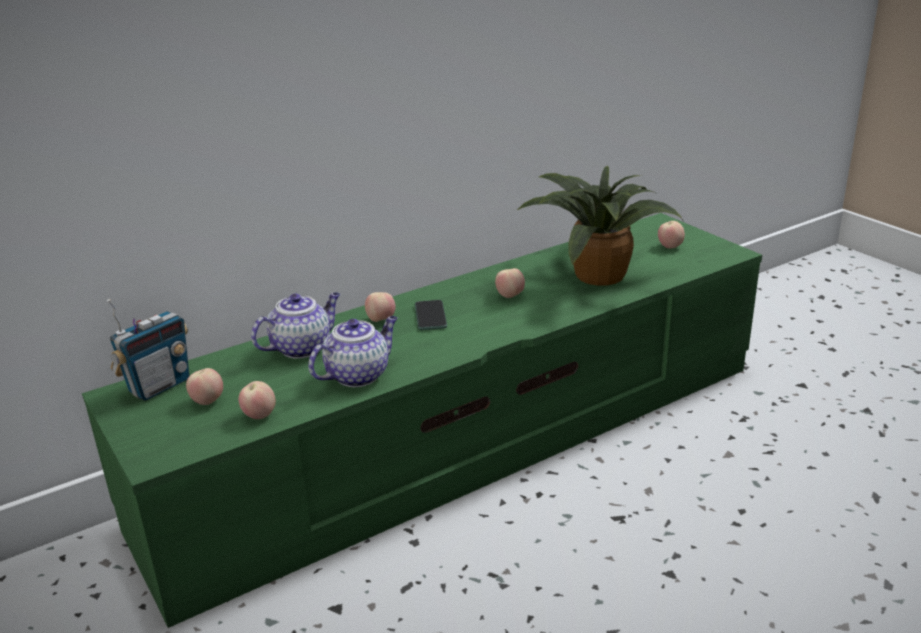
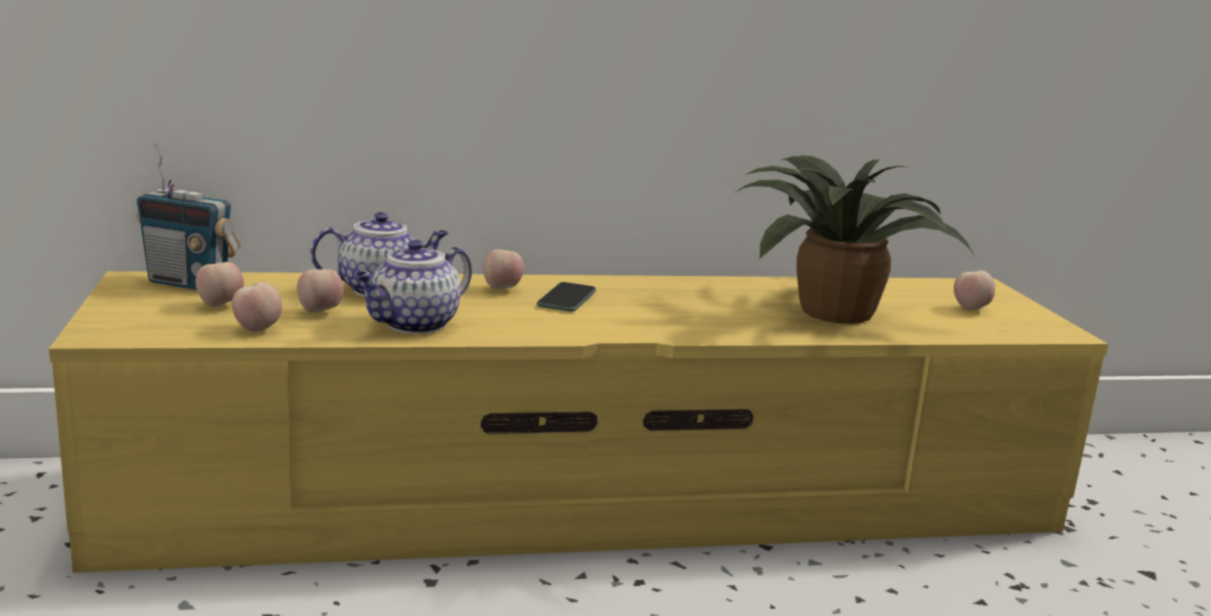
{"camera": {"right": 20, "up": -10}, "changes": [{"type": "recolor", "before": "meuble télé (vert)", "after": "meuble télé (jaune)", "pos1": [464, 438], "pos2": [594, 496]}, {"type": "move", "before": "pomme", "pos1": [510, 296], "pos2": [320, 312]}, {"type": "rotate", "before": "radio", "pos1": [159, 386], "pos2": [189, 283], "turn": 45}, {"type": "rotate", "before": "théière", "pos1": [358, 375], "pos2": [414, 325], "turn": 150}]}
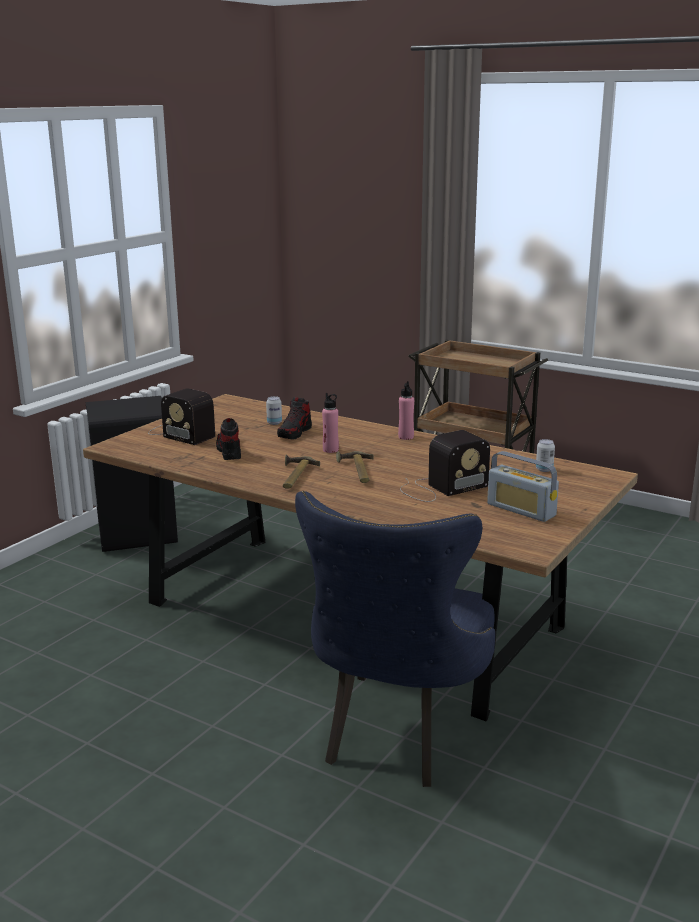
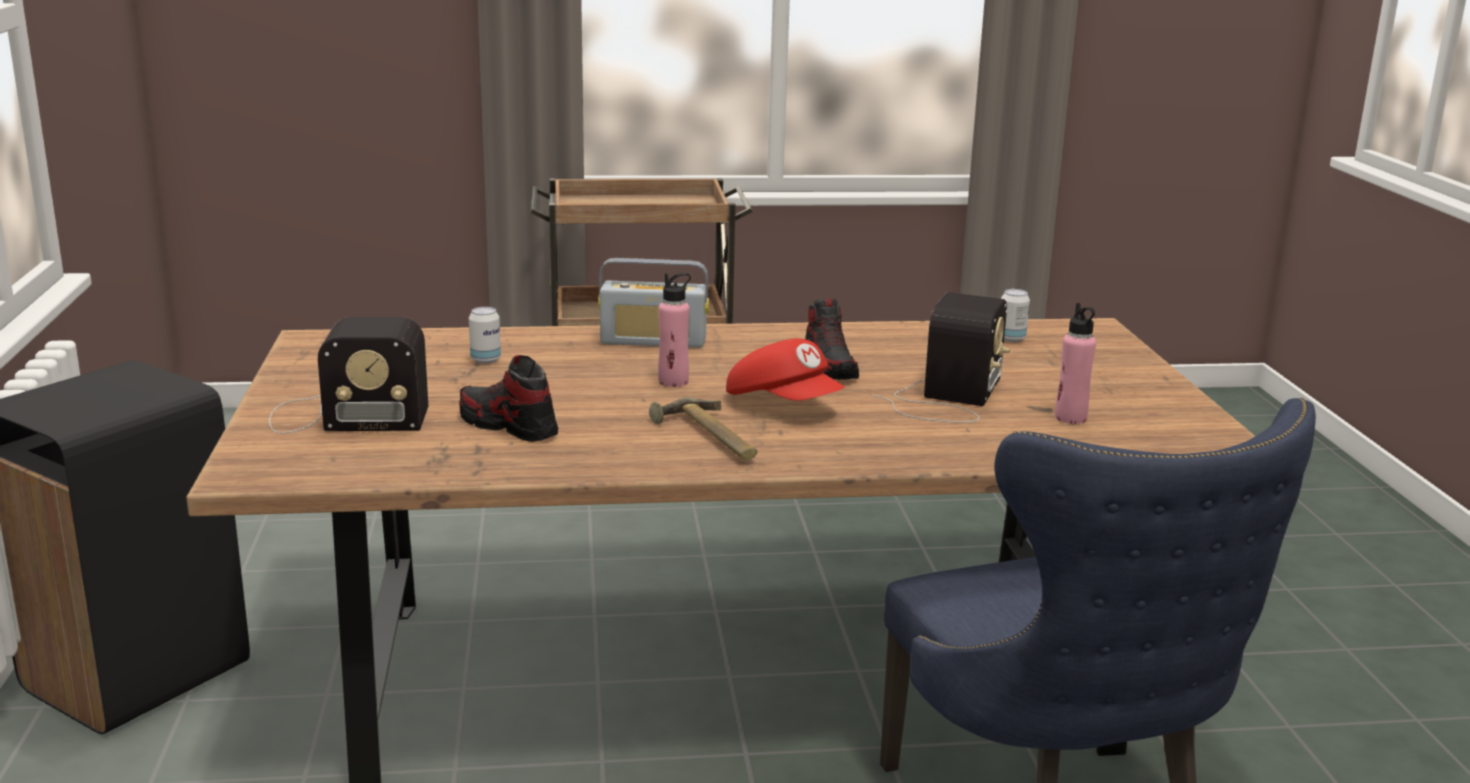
{"camera": {"right": -40, "up": 0}, "changes": [{"type": "move", "before": "bouteille (rose)", "pos1": [406, 437], "pos2": [1070, 418]}, {"type": "move", "before": "chaussure", "pos1": [295, 433], "pos2": [829, 368]}, {"type": "replace", "before": "marteau", "after": "casquette (rouge)", "pos1": [356, 471], "pos2": [784, 404]}, {"type": "move", "before": "radio", "pos1": [521, 510], "pos2": [653, 341]}]}
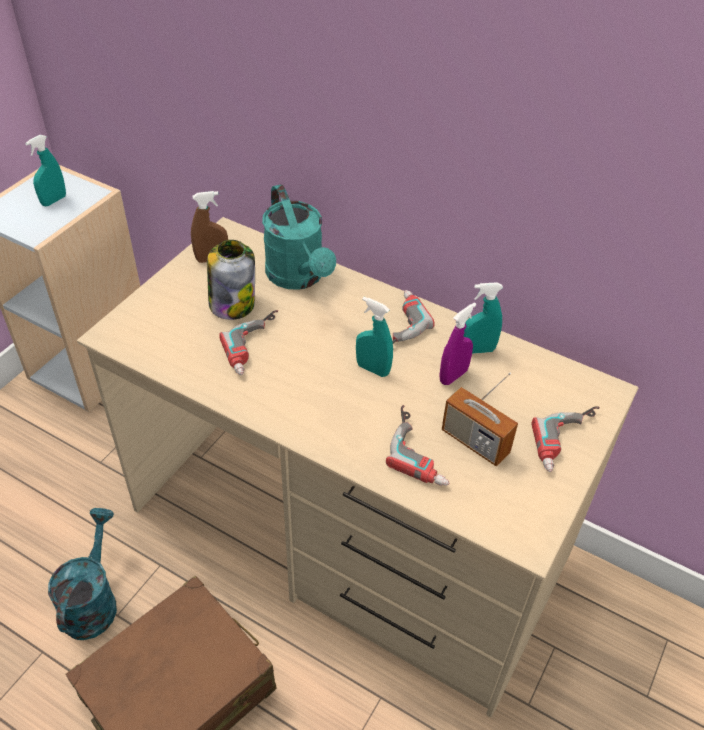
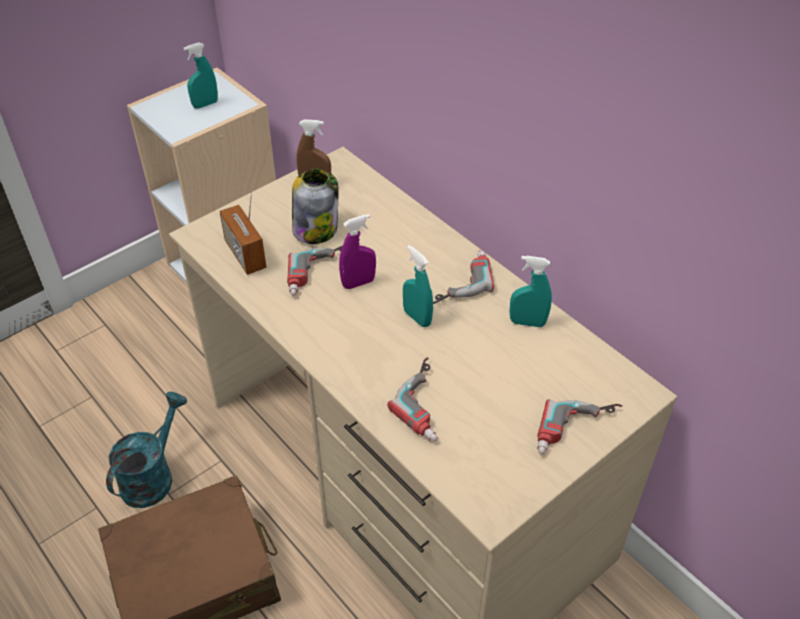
{"camera": {"right": 20, "up": 0}, "changes": [{"type": "delete", "before": "arrosoir (turquoise)", "pos1": [299, 277]}, {"type": "move", "before": "vaporisateur (violet)", "pos1": [453, 376], "pos2": [358, 283]}, {"type": "move", "before": "radio", "pos1": [475, 442], "pos2": [245, 255]}]}
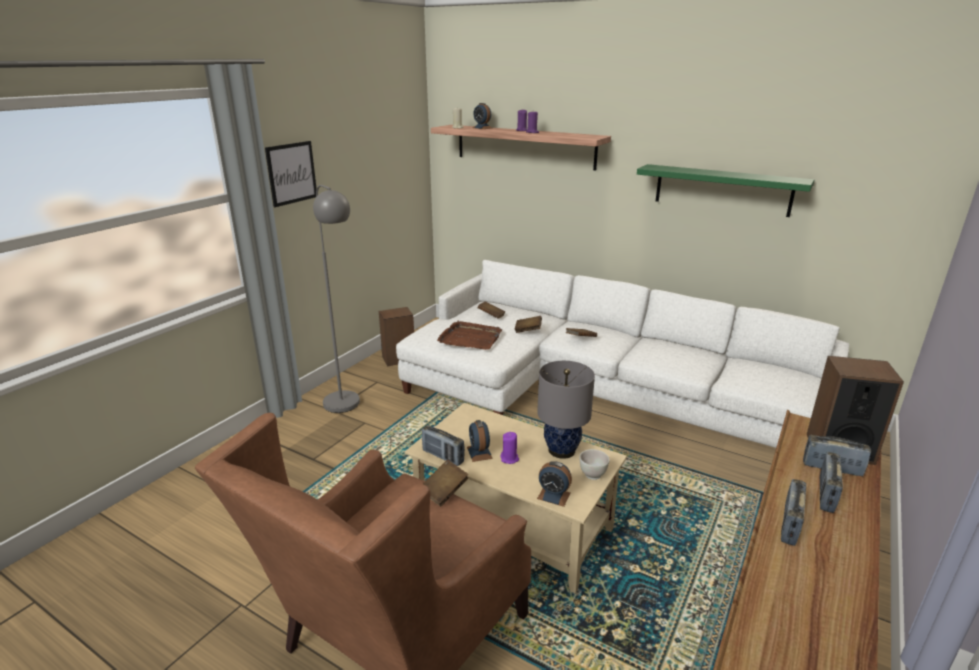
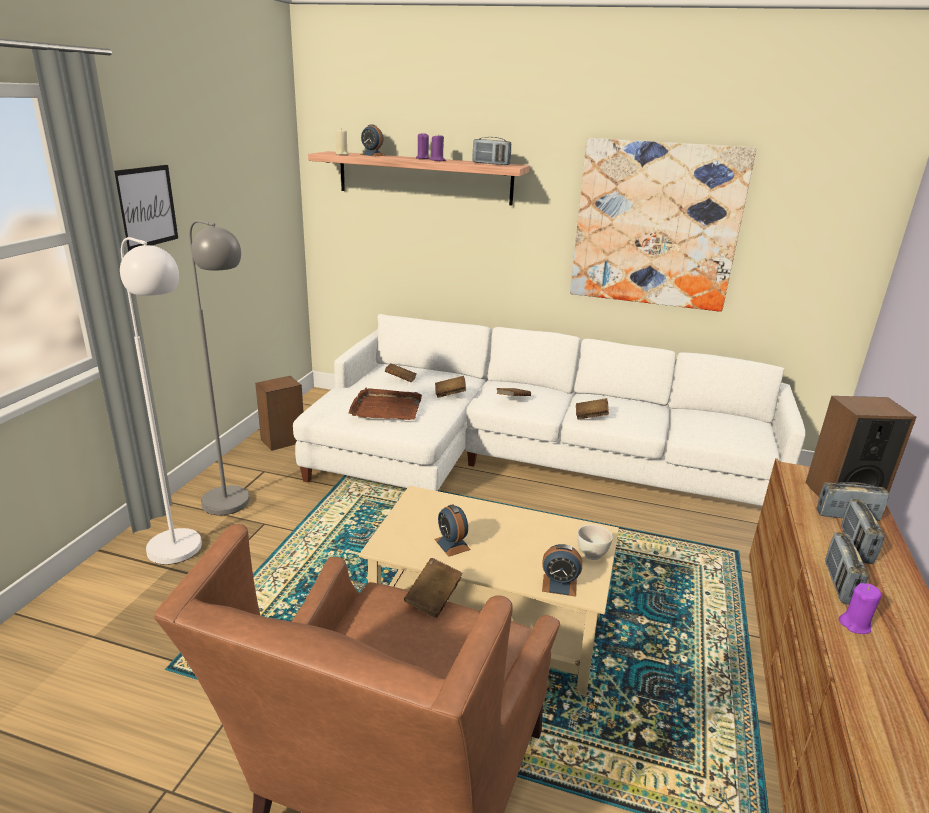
{"camera": {"right": -15, "up": 0}, "changes": [{"type": "replace", "before": "étagère (vert)", "after": "tableau", "pos1": [722, 190], "pos2": [656, 225]}, {"type": "delete", "before": "lampe de table (gris)", "pos1": [561, 450]}, {"type": "move", "before": "radio", "pos1": [443, 456], "pos2": [491, 164]}, {"type": "move", "before": "bougie (violet)", "pos1": [509, 459], "pos2": [855, 624]}, {"type": "insert", "after": "lampadaire (blanc)", "pos2": [184, 555]}, {"type": "insert", "after": "livre (marron)", "pos2": [591, 416]}]}
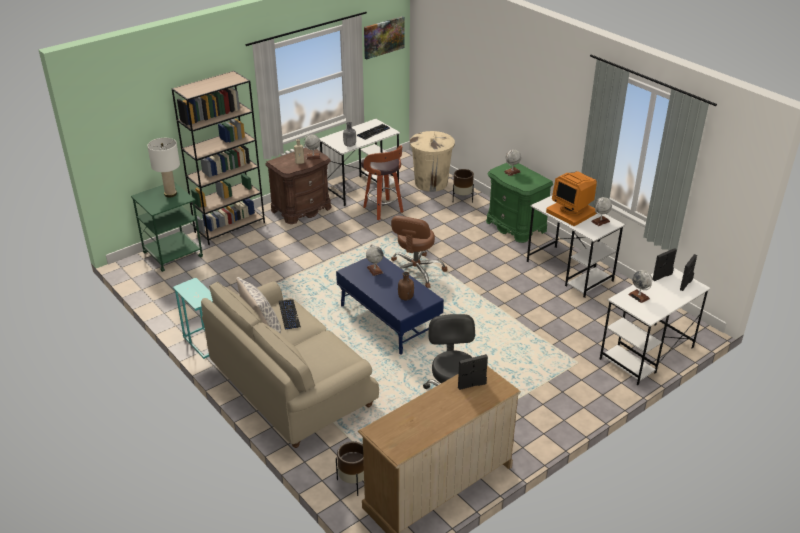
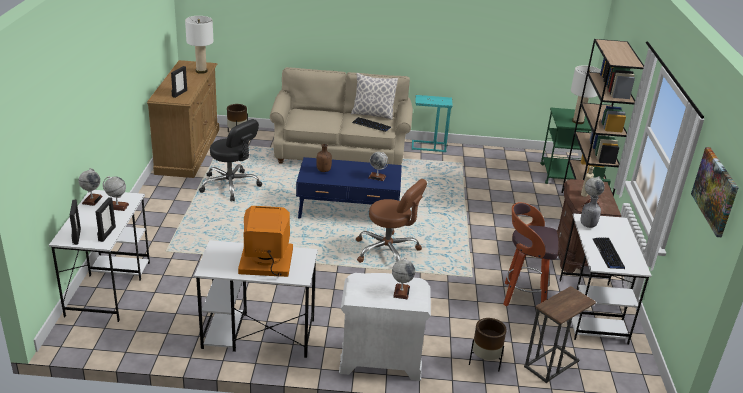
{"camera": {"right": 130, "up": -5}, "changes": [{"type": "replace", "before": "poubelle (beige)", "after": "table d'appoint (marron)", "pos1": [431, 183], "pos2": [551, 364]}, {"type": "recolor", "before": "table de chevet (vert)", "after": "table de chevet (blanc)", "pos1": [514, 227], "pos2": [380, 358]}, {"type": "move", "before": "globe", "pos1": [600, 221], "pos2": [92, 200]}, {"type": "rotate", "before": "chaise de bureau (marron)", "pos1": [414, 273], "pos2": [389, 252], "turn": 150}, {"type": "insert", "after": "lampe de table (blanc)", "pos2": [201, 71]}]}
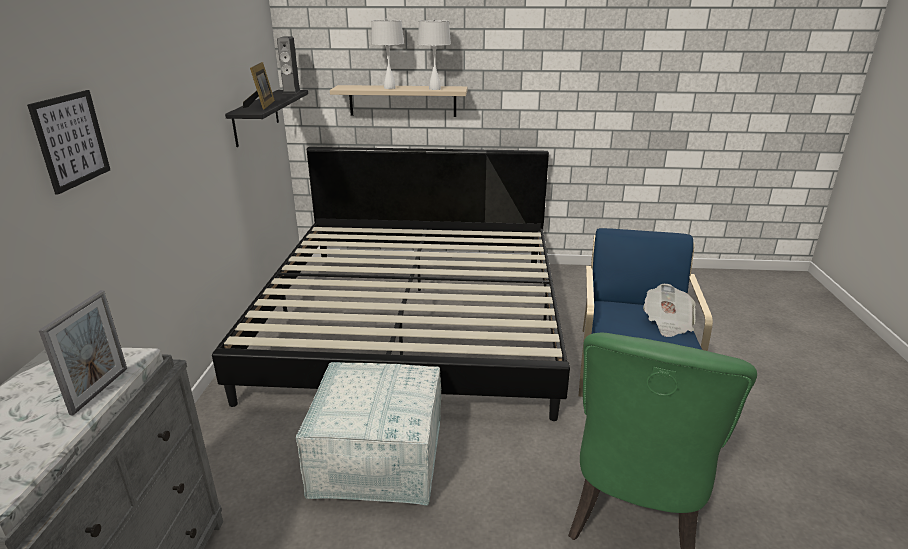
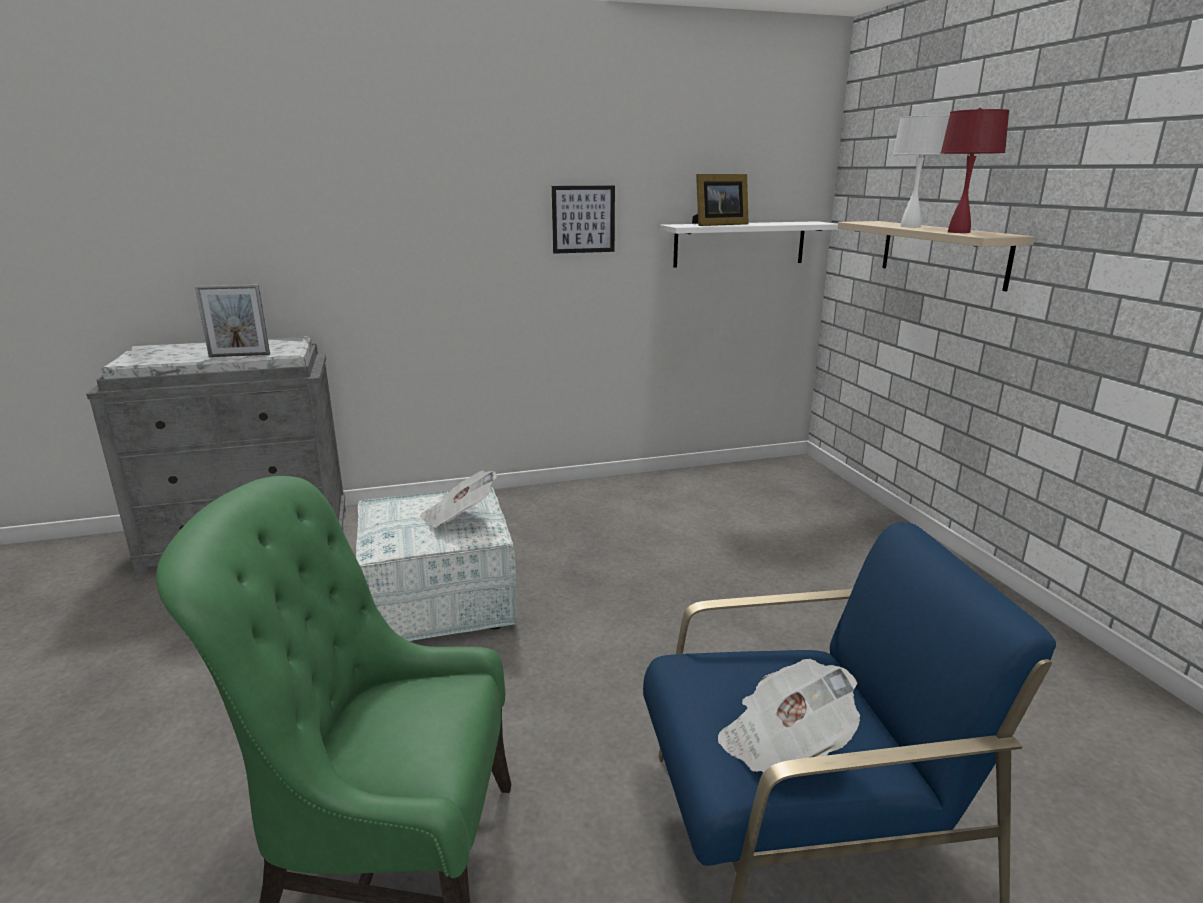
{"camera": {"right": 70, "up": -5}, "changes": [{"type": "recolor", "before": "lampe de table (blanc)", "after": "lampe de table (rouge)", "pos1": [434, 89], "pos2": [959, 232]}, {"type": "delete", "before": "enceinte", "pos1": [291, 92]}, {"type": "move", "before": "tableau", "pos1": [71, 140], "pos2": [583, 219]}, {"type": "recolor", "before": "étagère (noir)", "after": "étagère (blanc)", "pos1": [256, 117], "pos2": [739, 244]}, {"type": "delete", "before": "lit", "pos1": [414, 321]}, {"type": "insert", "after": "journal", "pos2": [459, 517]}]}
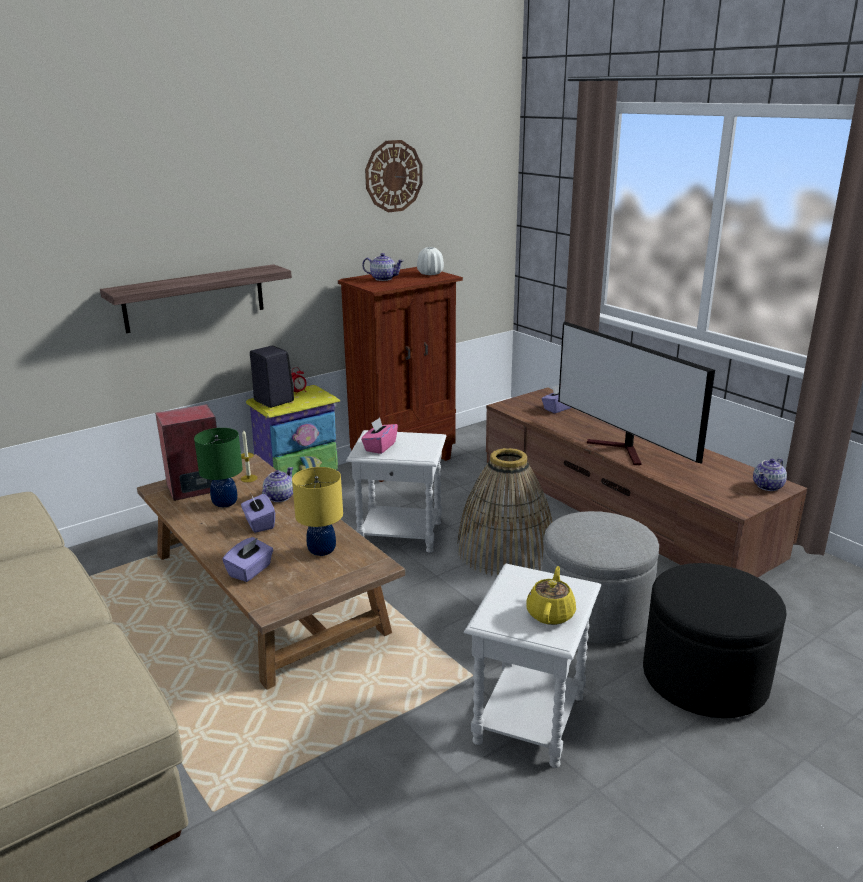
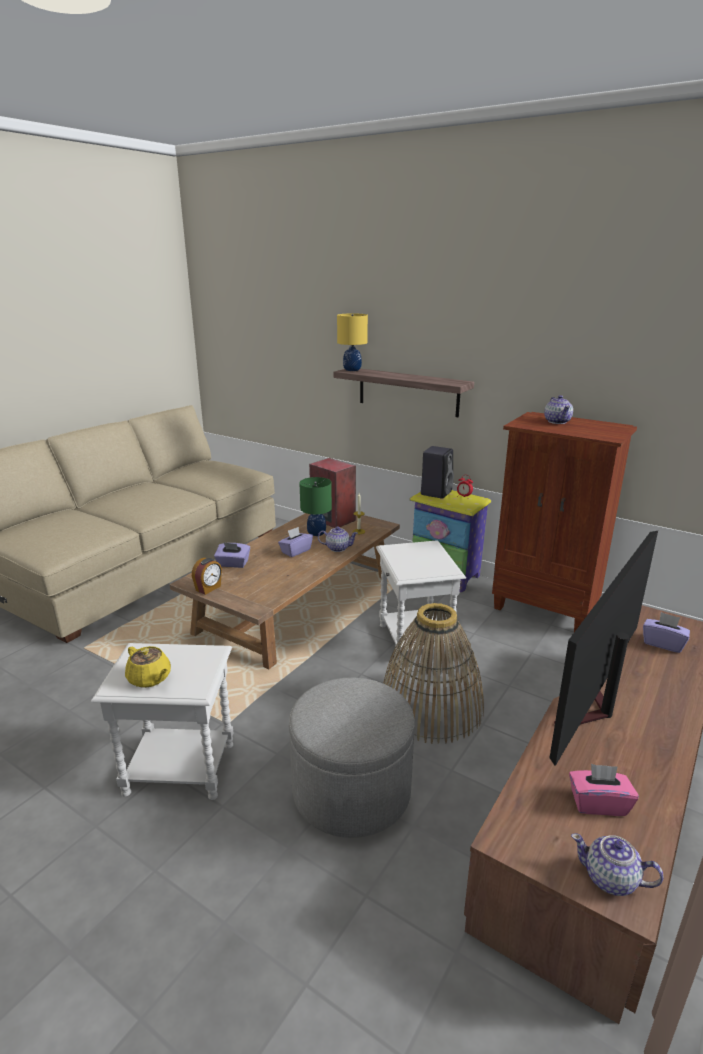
{"camera": {"right": 70, "up": 0}, "changes": [{"type": "delete", "before": "horloge murale", "pos1": [393, 176]}, {"type": "delete", "before": "vase (blanc)", "pos1": [430, 273]}, {"type": "move", "before": "boîte à mouchoirs (rose)", "pos1": [379, 447], "pos2": [598, 803]}, {"type": "move", "before": "lampe de table (jaune)", "pos1": [322, 552], "pos2": [351, 370]}, {"type": "delete", "before": "pouf (noir)", "pos1": [704, 678]}, {"type": "rotate", "before": "théière (jaune)", "pos1": [550, 613], "pos2": [150, 678], "turn": 45}, {"type": "insert", "after": "réveil", "pos2": [208, 588]}]}
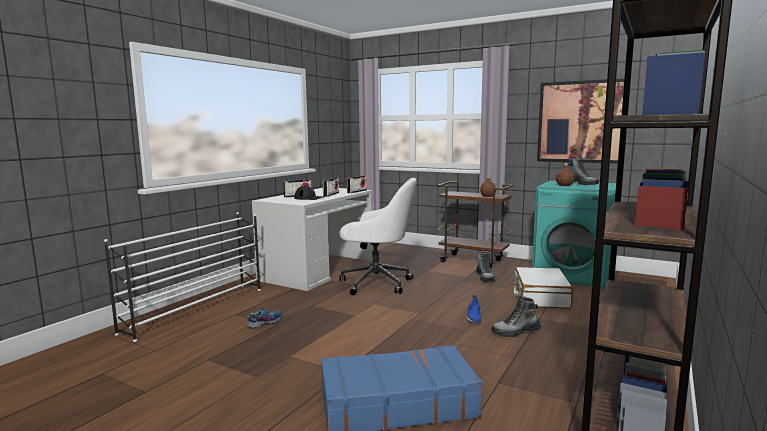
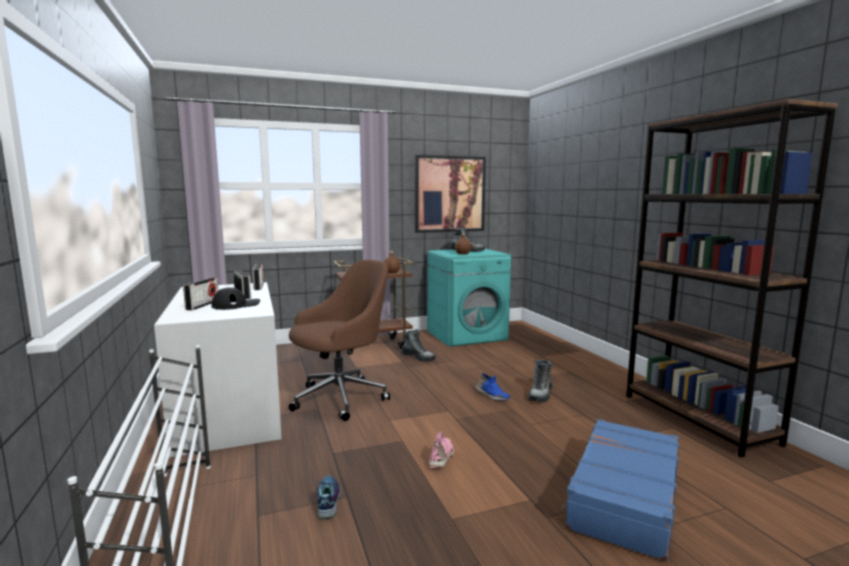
{"camera": {"right": -50, "up": 0}, "changes": [{"type": "recolor", "before": "chaise de bureau (blanc)", "after": "chaise de bureau (marron)", "pos1": [377, 283], "pos2": [340, 398]}, {"type": "delete", "before": "valise (blanc)", "pos1": [540, 297]}, {"type": "insert", "after": "chaussure (rose)", "pos2": [442, 458]}]}
